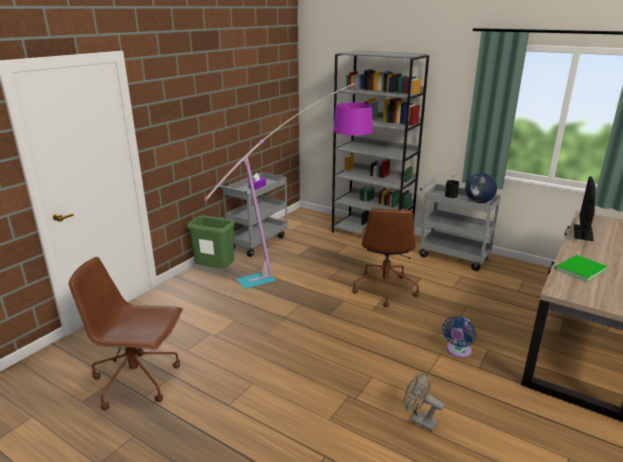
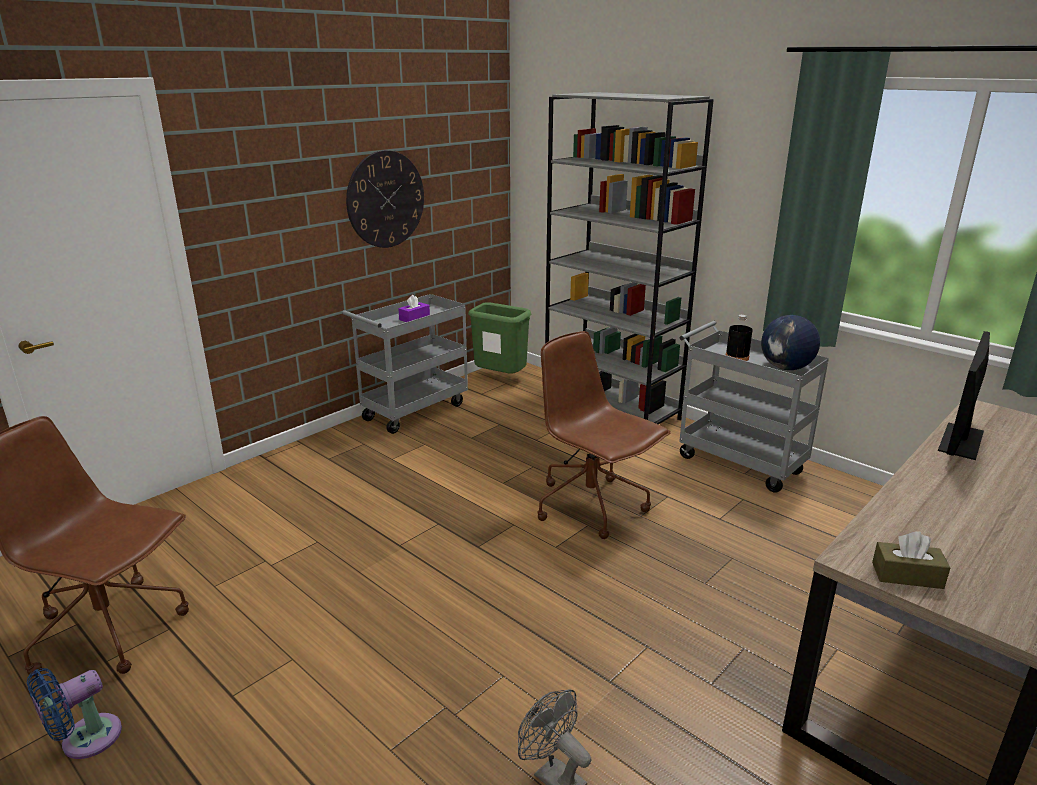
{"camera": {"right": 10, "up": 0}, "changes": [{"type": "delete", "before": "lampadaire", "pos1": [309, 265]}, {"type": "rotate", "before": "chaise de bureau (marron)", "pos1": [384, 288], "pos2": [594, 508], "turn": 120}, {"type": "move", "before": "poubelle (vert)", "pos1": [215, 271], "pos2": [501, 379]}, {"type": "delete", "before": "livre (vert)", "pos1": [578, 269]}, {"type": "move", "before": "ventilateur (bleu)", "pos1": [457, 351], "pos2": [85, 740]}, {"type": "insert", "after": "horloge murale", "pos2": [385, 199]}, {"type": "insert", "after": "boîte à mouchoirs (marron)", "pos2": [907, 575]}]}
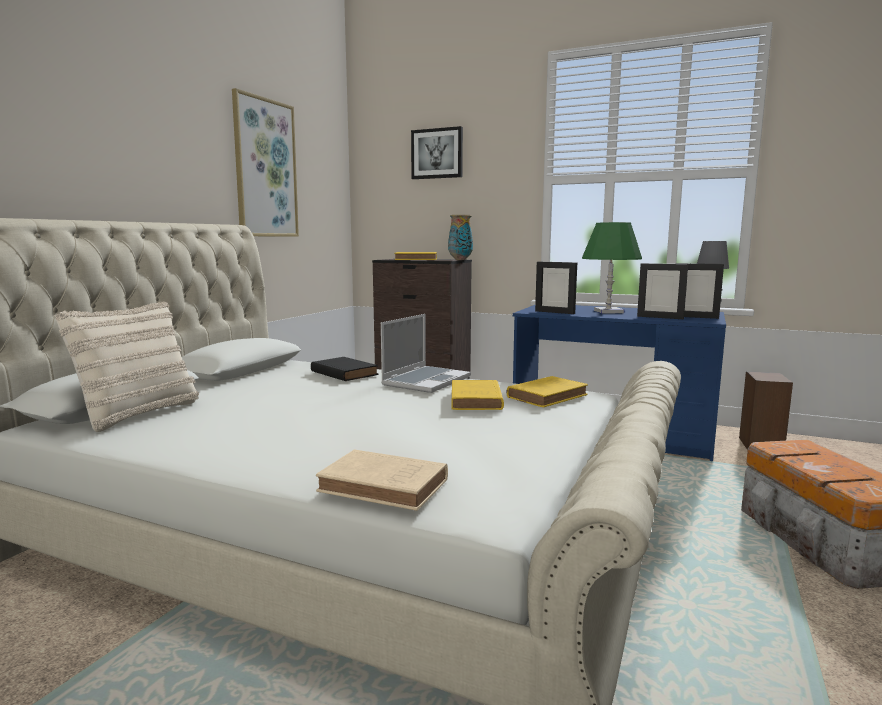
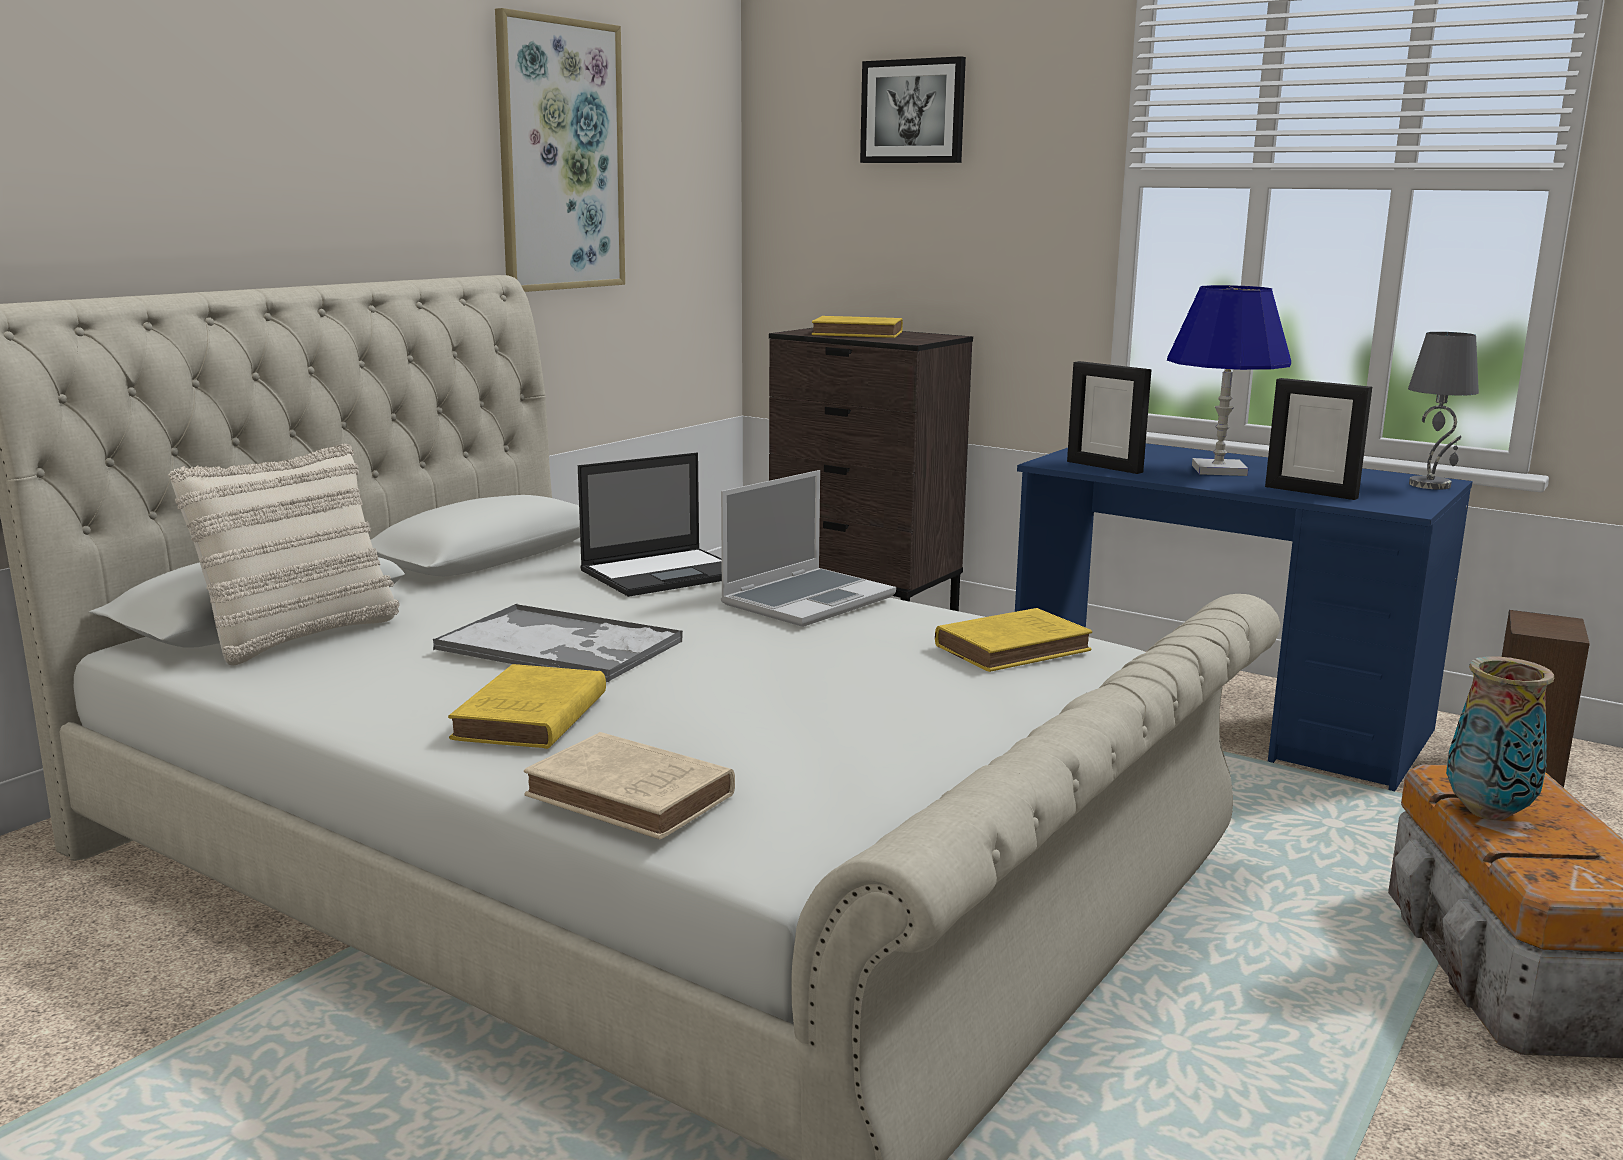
{"camera": {"right": 10, "up": 5}, "changes": [{"type": "move", "before": "vase", "pos1": [460, 259], "pos2": [1488, 812]}, {"type": "recolor", "before": "lampe de table (vert)", "after": "lampe de table (bleu)", "pos1": [608, 312], "pos2": [1218, 470]}, {"type": "delete", "before": "cadre photo", "pos1": [694, 317]}, {"type": "replace", "before": "livre (noir)", "after": "ordinateur portable", "pos1": [343, 373], "pos2": [665, 573]}, {"type": "move", "before": "livre (jaune)", "pos1": [476, 400], "pos2": [529, 718]}, {"type": "insert", "after": "plateau", "pos2": [561, 646]}]}
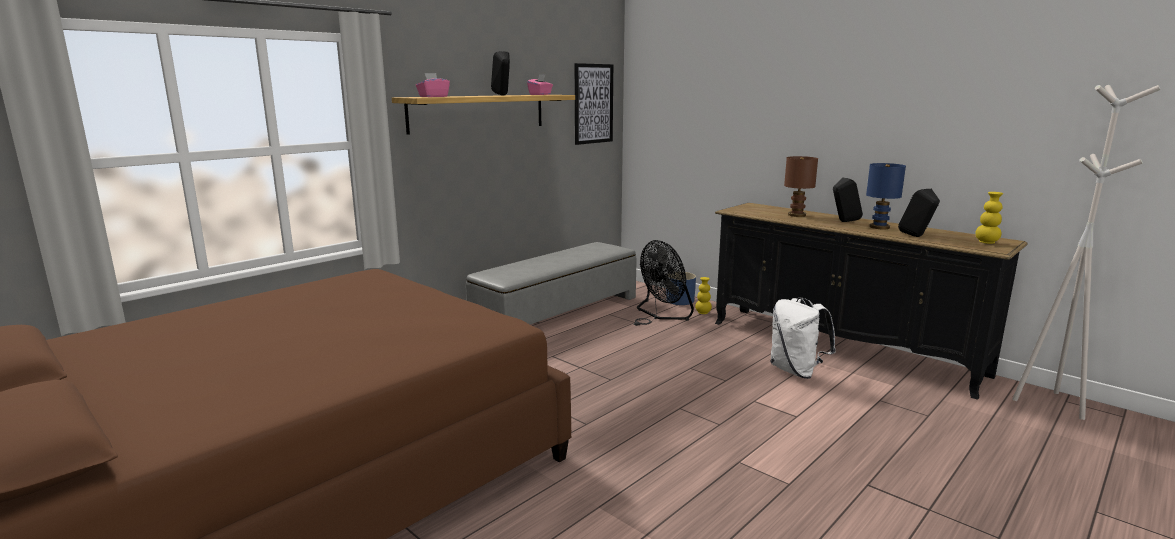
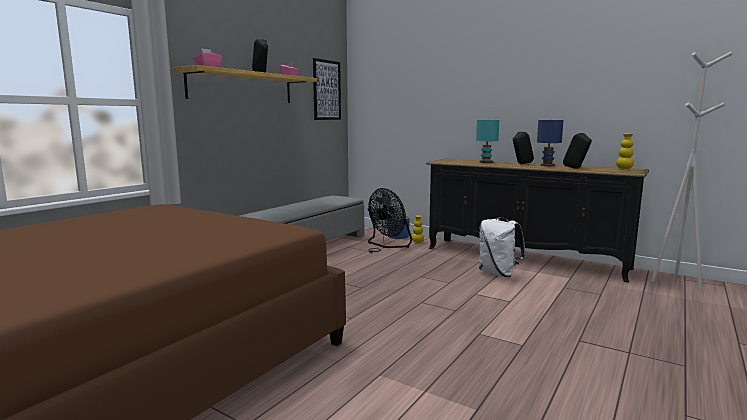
{"camera": {"right": -10, "up": -5}, "changes": [{"type": "recolor", "before": "lampe de table (marron)", "after": "lampe de table (turquoise)", "pos1": [796, 215], "pos2": [485, 162]}]}
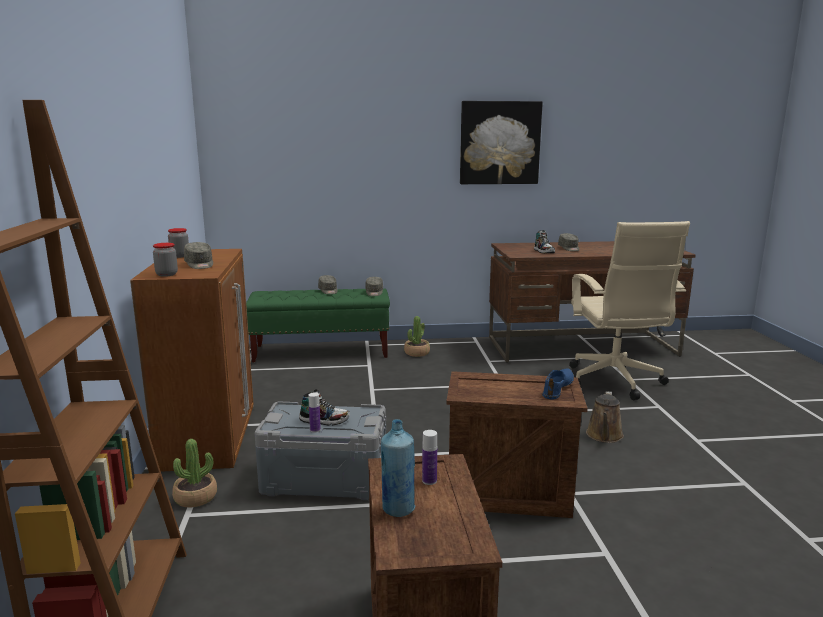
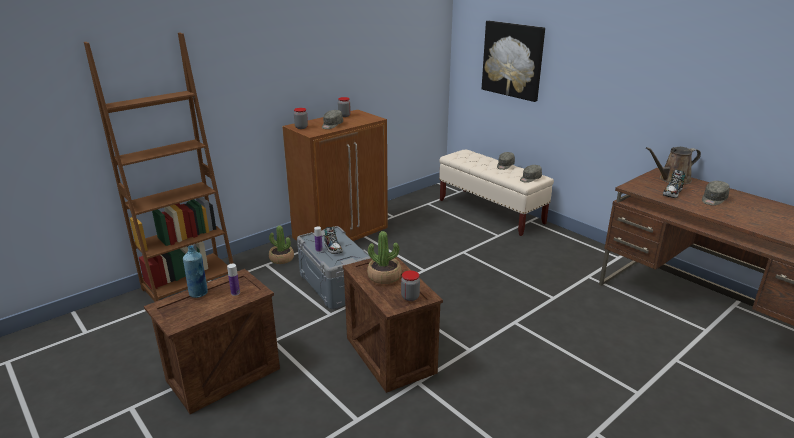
{"camera": {"right": 55, "up": 10}, "changes": [{"type": "move", "before": "tableau", "pos1": [499, 143], "pos2": [513, 60]}, {"type": "delete", "before": "chaise de bureau (beige)", "pos1": [615, 382]}, {"type": "recolor", "before": "banc (vert)", "after": "banc (beige)", "pos1": [321, 352], "pos2": [491, 212]}, {"type": "move", "before": "plante en pot", "pos1": [417, 353], "pos2": [384, 276]}, {"type": "replace", "before": "chaussure (bleu)", "after": "bocal", "pos1": [558, 388], "pos2": [410, 297]}, {"type": "move", "before": "arrosoir (marron)", "pos1": [604, 436], "pos2": [672, 179]}]}
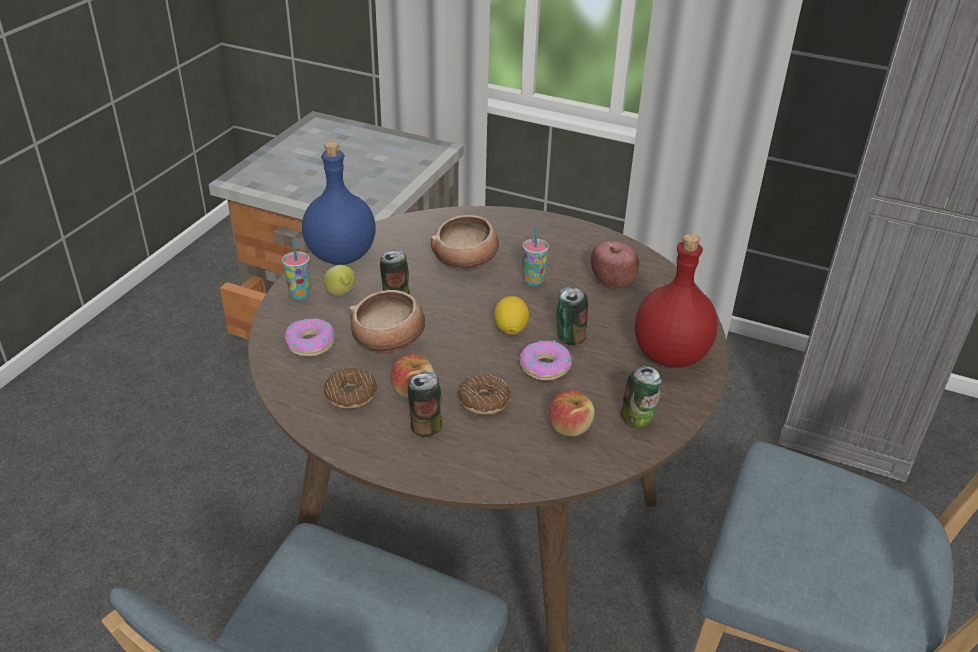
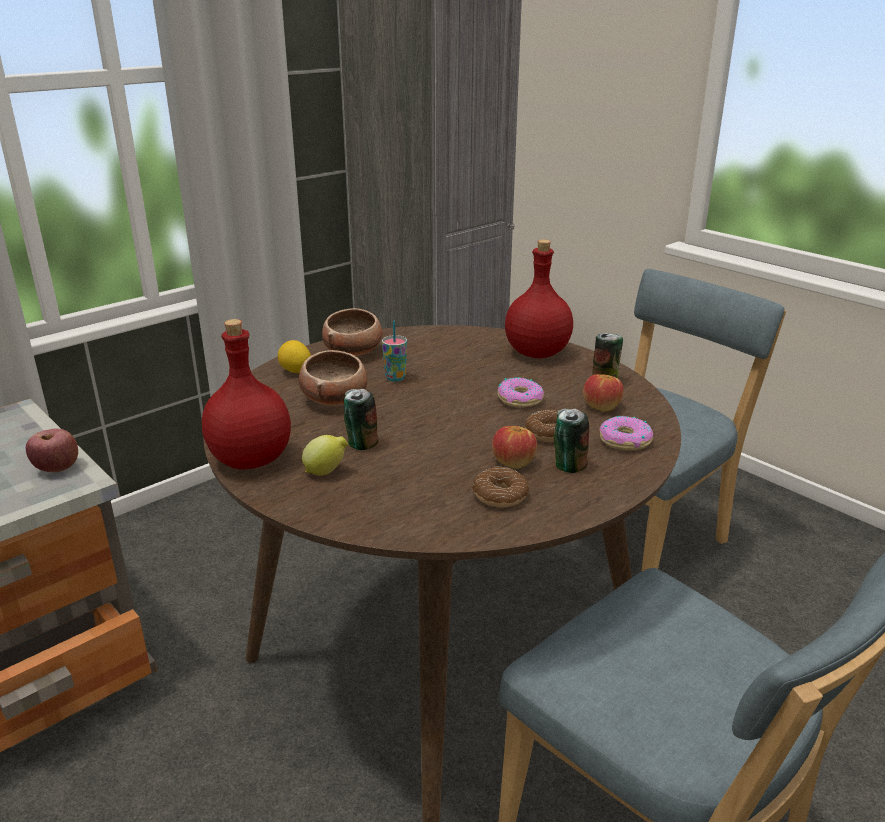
{"camera": {"right": -65, "up": -10}, "changes": [{"type": "recolor", "before": "bouteille (bleu)", "after": "bouteille (rouge)", "pos1": [340, 255], "pos2": [249, 460]}, {"type": "delete", "before": "tasse", "pos1": [300, 295]}, {"type": "move", "before": "pomme", "pos1": [612, 282], "pos2": [57, 468]}, {"type": "delete", "before": "boîte métallique", "pos1": [569, 337]}, {"type": "move", "before": "bol", "pos1": [389, 342], "pos2": [353, 351]}, {"type": "move", "before": "citron", "pos1": [510, 329], "pos2": [295, 371]}, {"type": "move", "before": "beignet", "pos1": [310, 343], "pos2": [624, 441]}]}
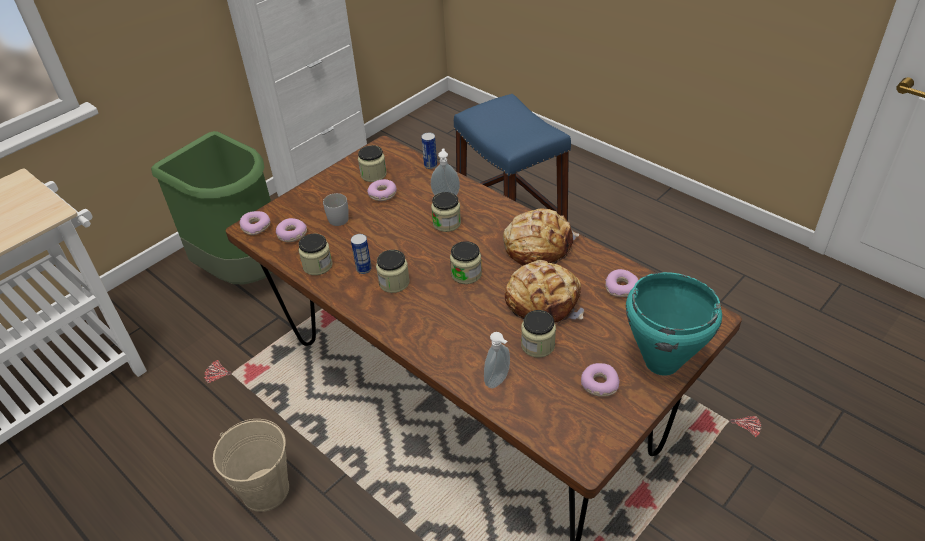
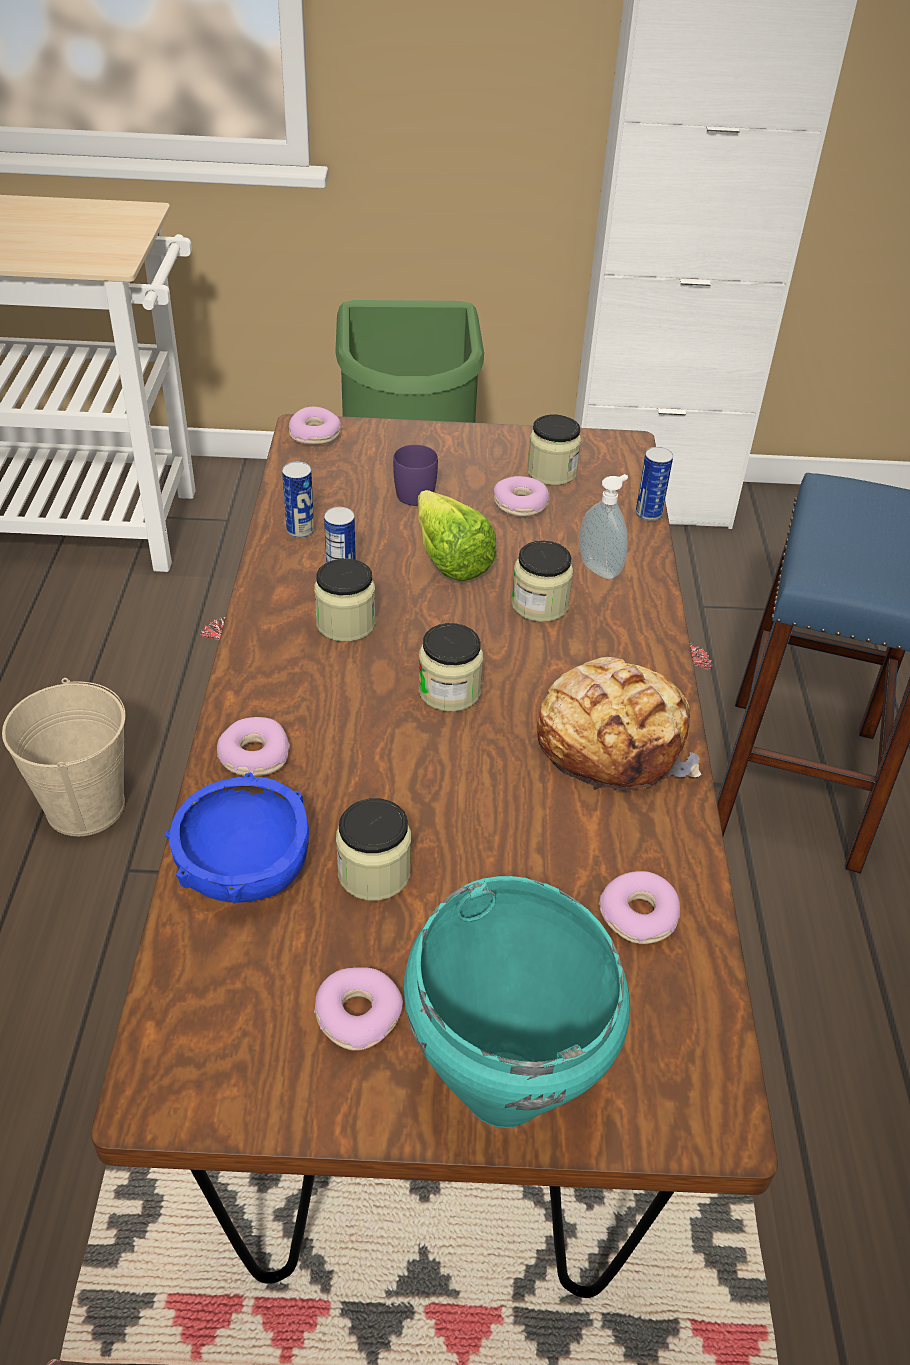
{"camera": {"right": 45, "up": 0}, "changes": [{"type": "recolor", "before": "mug (blanc)", "after": "mug (violet)", "pos1": [337, 217], "pos2": [419, 491]}, {"type": "move", "before": "beignet", "pos1": [291, 234], "pos2": [253, 756]}, {"type": "replace", "before": "bocal", "after": "boîte métallique", "pos1": [317, 265], "pos2": [300, 531]}, {"type": "delete", "before": "pain", "pos1": [543, 301]}, {"type": "replace", "before": "distributeur de savon", "after": "bol (bleu)", "pos1": [498, 381], "pos2": [245, 866]}, {"type": "insert", "after": "laitue", "pos2": [448, 554]}]}
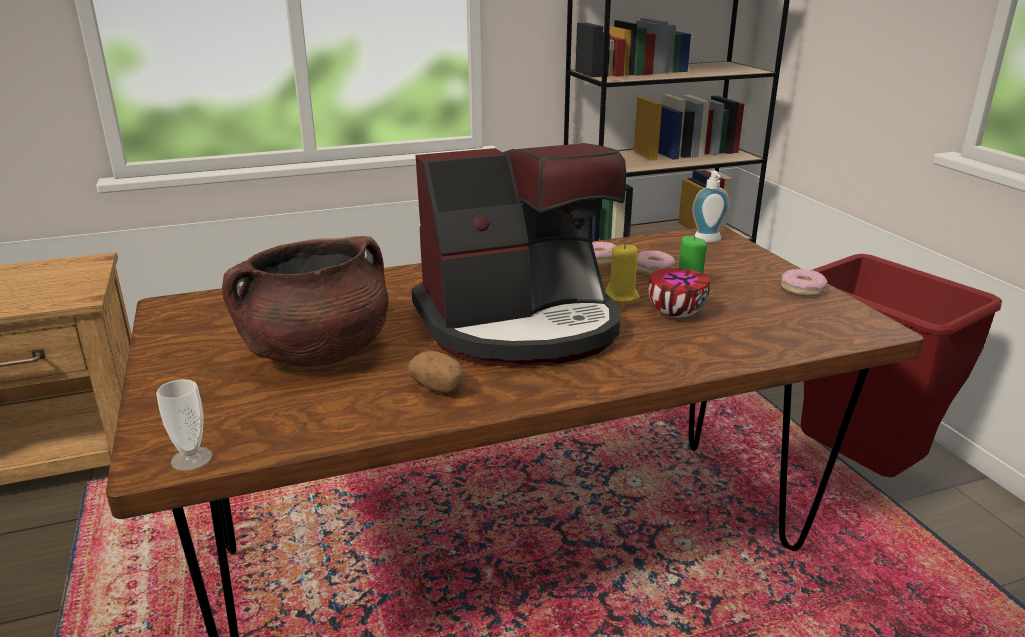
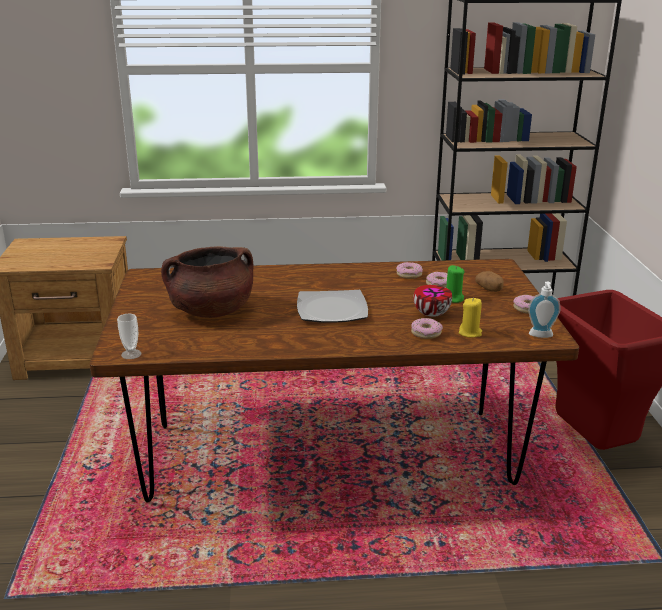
{"camera": {"right": 15, "up": 0}, "changes": [{"type": "replace", "before": "machine à café", "after": "assiette", "pos1": [520, 325], "pos2": [332, 309]}, {"type": "move", "before": "distributeur de savon", "pos1": [708, 241], "pos2": [541, 336]}, {"type": "move", "before": "bougie (jaune)", "pos1": [622, 296], "pos2": [470, 333]}, {"type": "move", "before": "pomme de terre", "pos1": [438, 388], "pos2": [489, 289]}, {"type": "insert", "after": "beignet", "pos2": [426, 333]}]}
